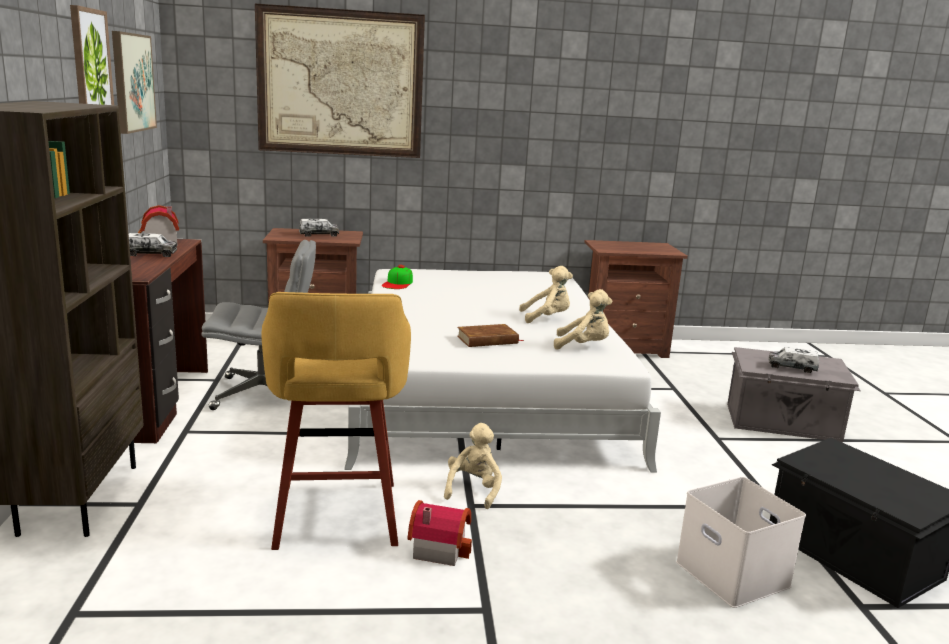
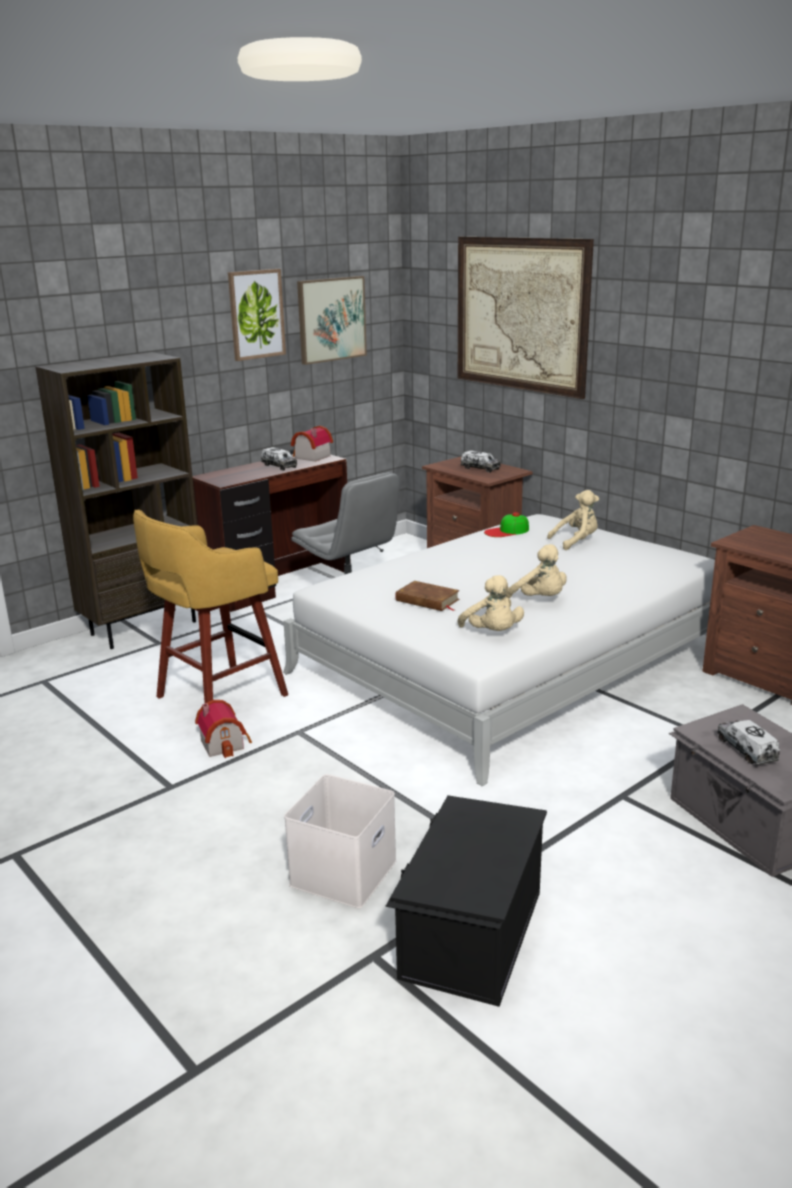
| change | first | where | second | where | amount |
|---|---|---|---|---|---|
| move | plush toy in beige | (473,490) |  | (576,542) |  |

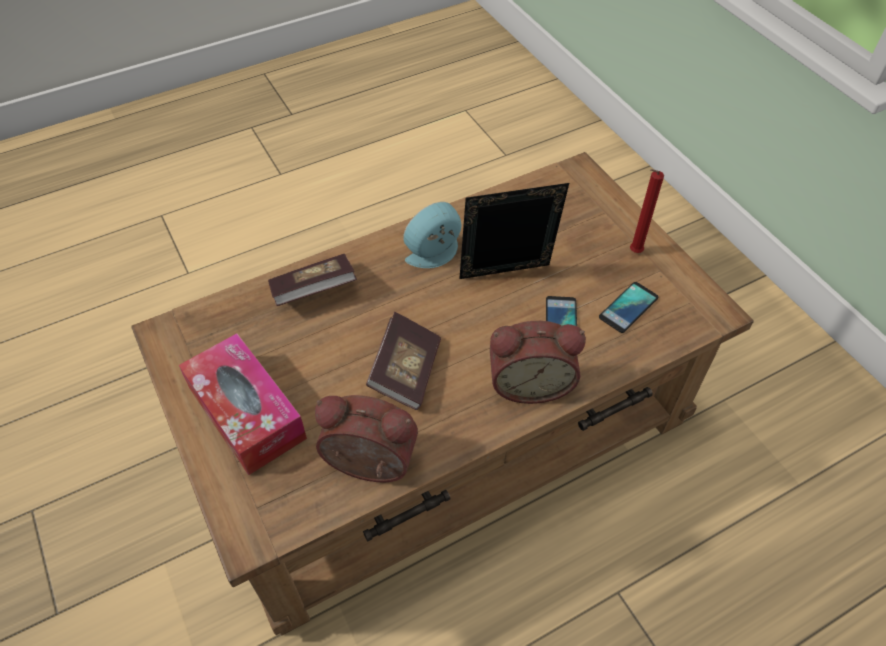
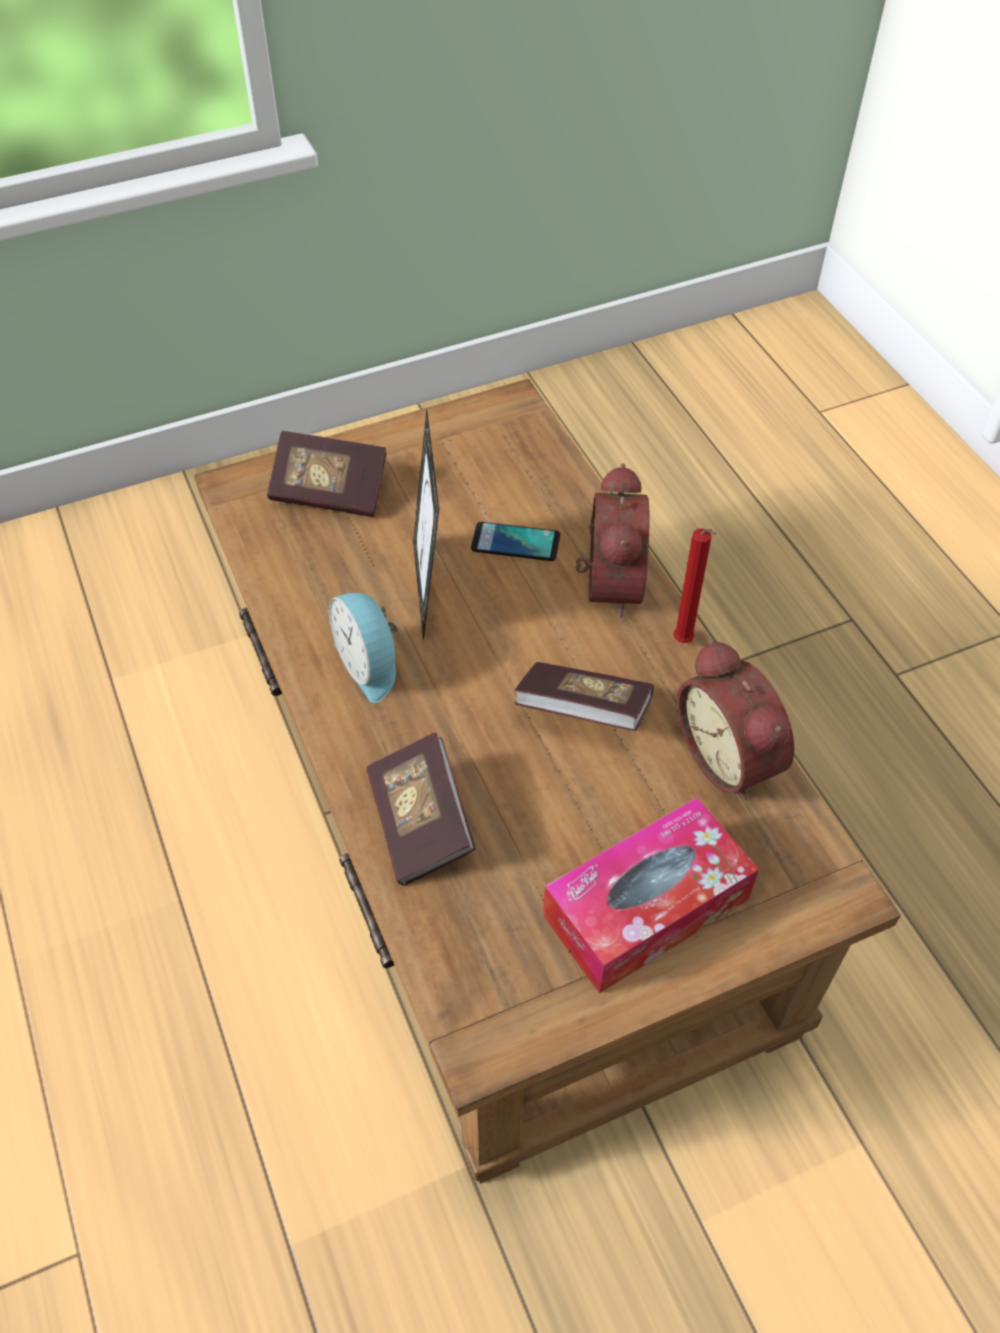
| change | first | where | second | where | amount |
|---|---|---|---|---|---|
| rotate | alarm clock | (369,467) |  | (731,757) | 45 degrees counterclockwise |
| delete | handset | (628,308) |  |  |  |
| move | wax candle in red-coloured | (633,252) |  | (684,643) |  |
| insert |  |  | volume | (329,492) |  |

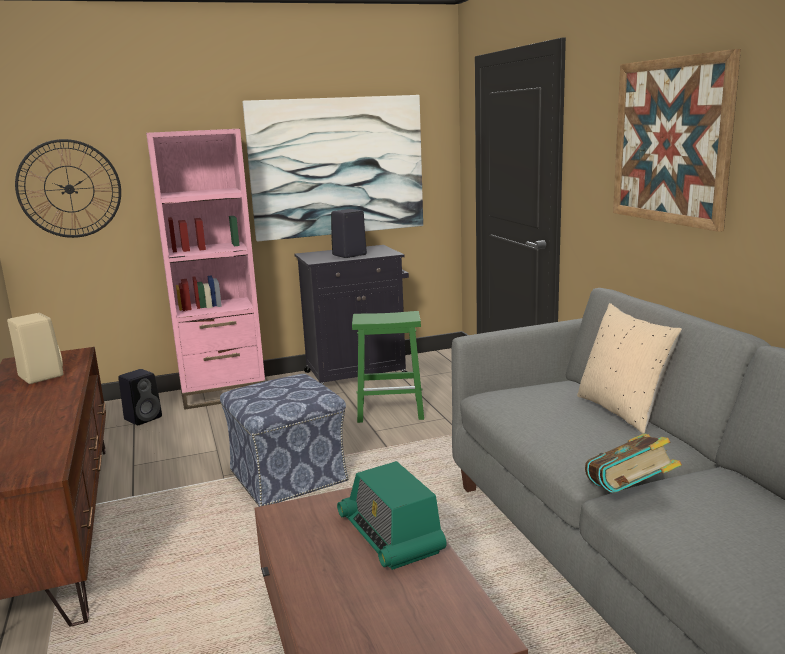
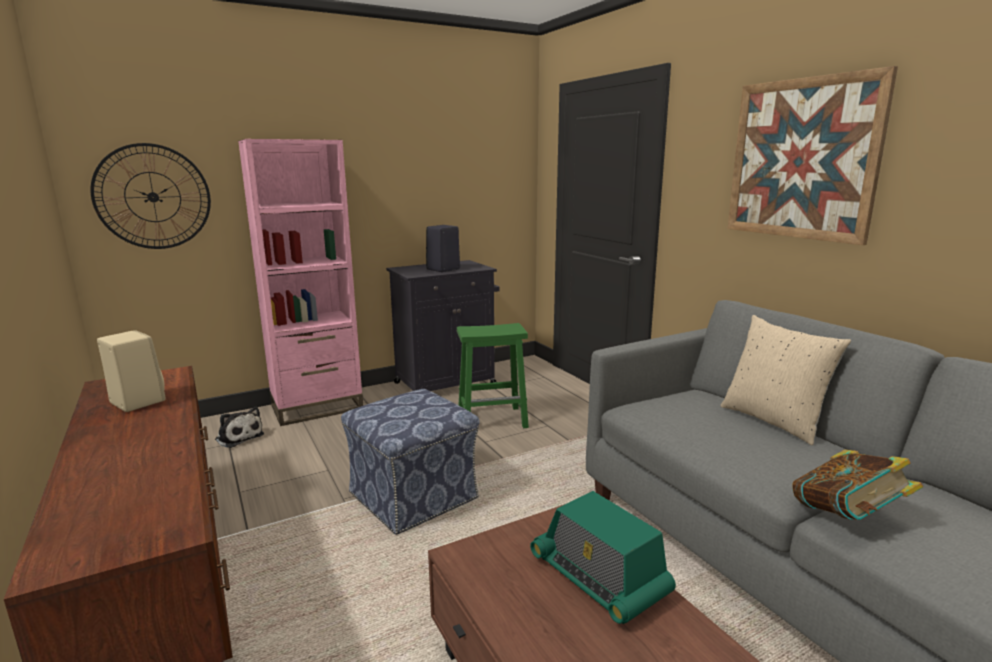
| change | first | where | second | where | amount |
|---|---|---|---|---|---|
| replace | loudspeaker in blackish | (144,418) | plush toy | (238,437) |  |
| delete | wall art | (337,167) |  |  |  |

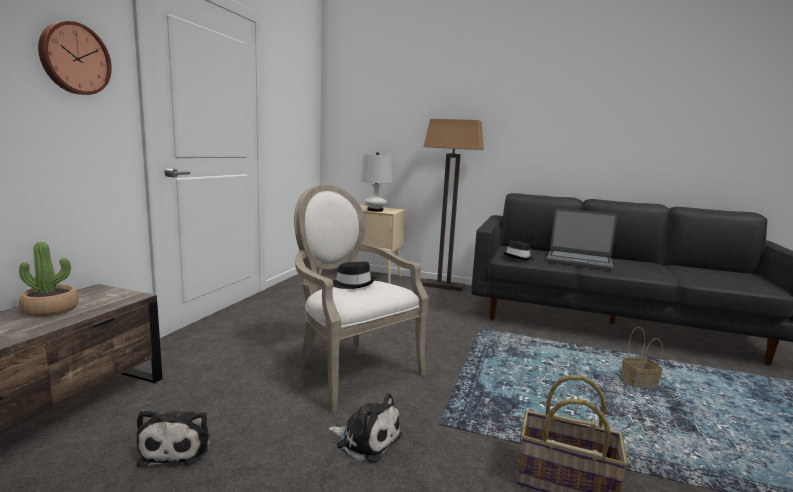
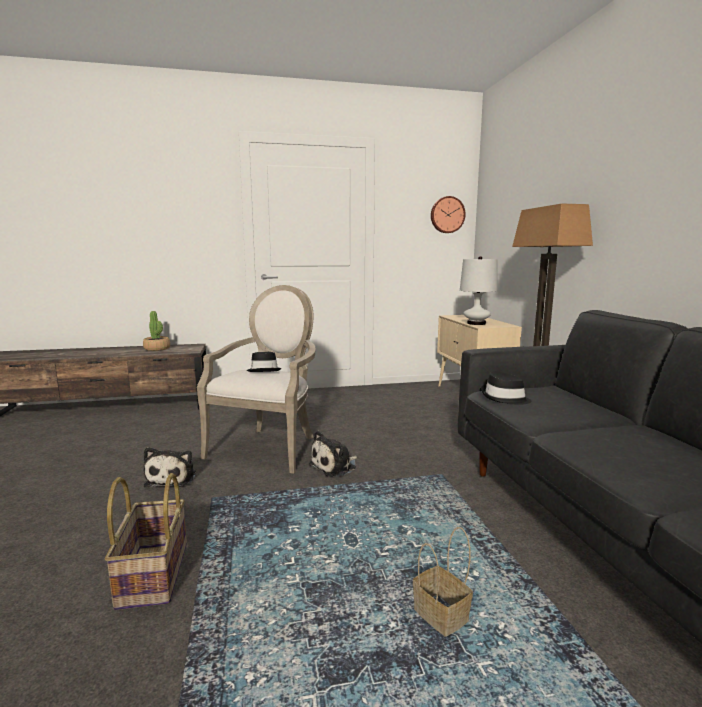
| change | first | where | second | where | amount |
|---|---|---|---|---|---|
| move | clock on the wall | (74,59) |  | (447,215) |  |
| move | plush toy | (178,447) |  | (335,466) |  |
| delete | portable computer | (578,261) |  |  |  |

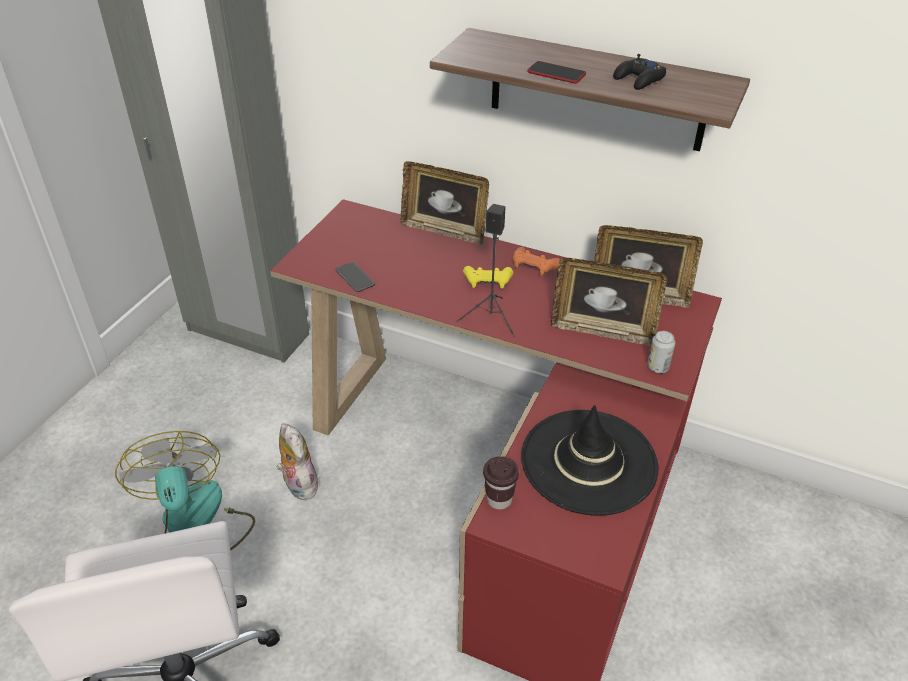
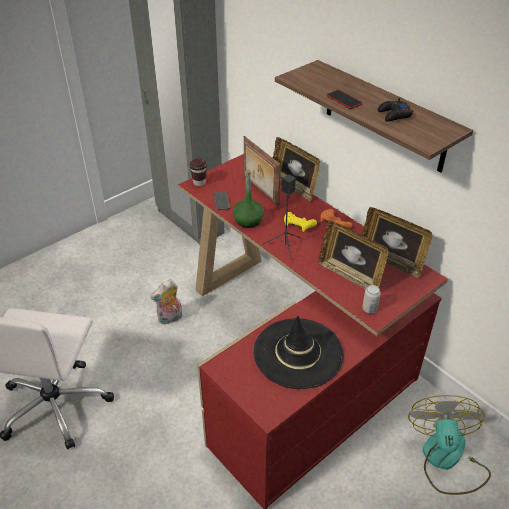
| change | first | where | second | where | amount |
|---|---|---|---|---|---|
| move | cooling fan | (196,523) |  | (446,460) |  |
| rotate | plush toy | (298,484) |  | (170,319) | 120 degrees counterclockwise |
| move | drinking cup in brown-coloured | (499,500) |  | (199,183) |  |
| insert |  |  | beverage bottle in greenish | (248,221) |  |
| insert |  |  | standing frame | (260,191) |  |

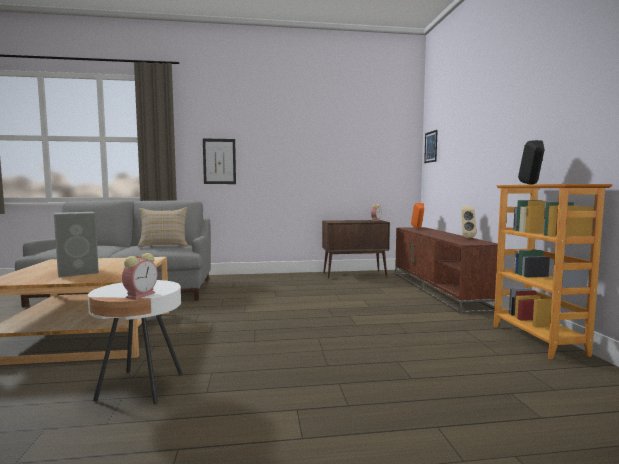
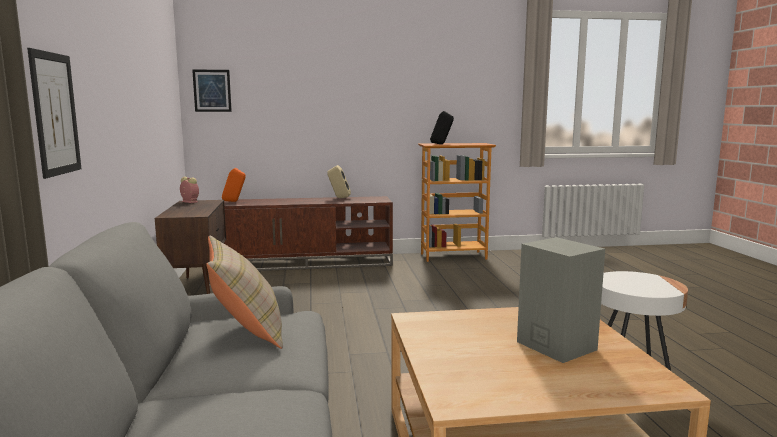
| change | first | where | second | where | amount |
|---|---|---|---|---|---|
| delete | alarm clock | (141,295) |  |  |  |

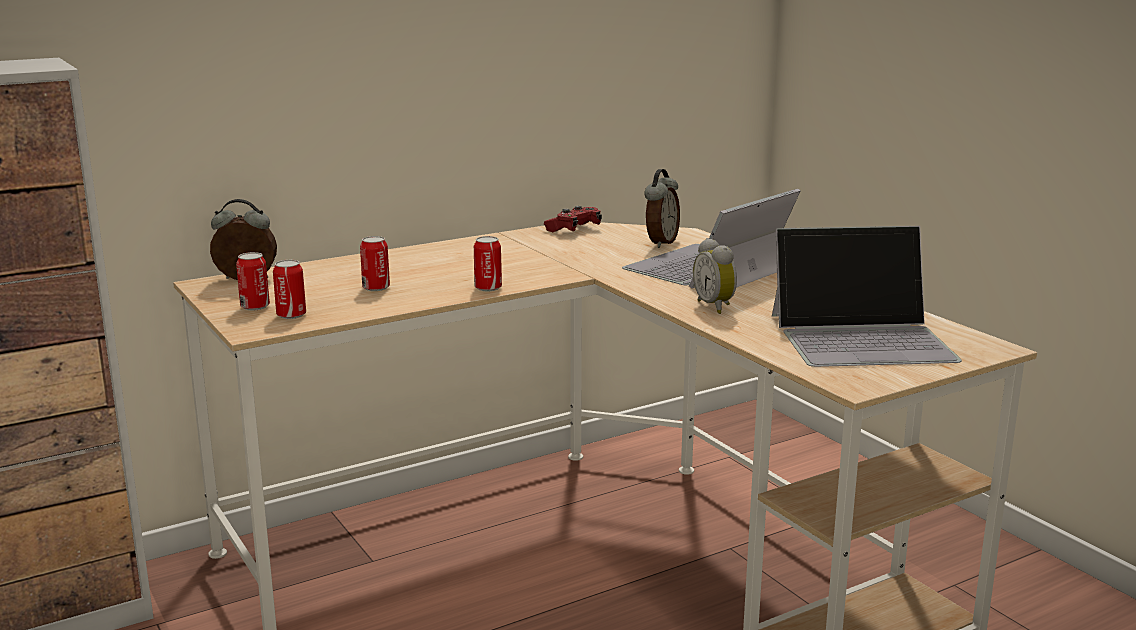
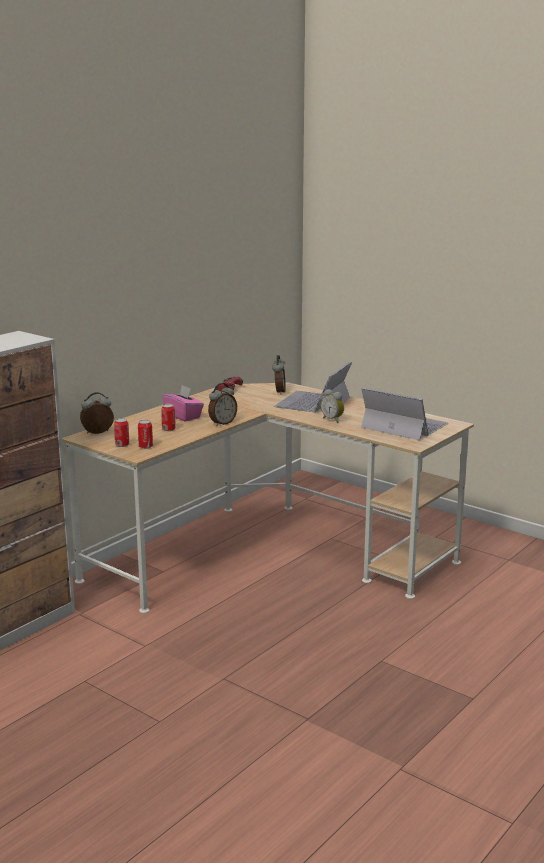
| change | first | where | second | where | amount |
|---|---|---|---|---|---|
| replace | can | (488,288) | alarm clock | (222,423) |  |
| rotate | portable computer | (862,337) |  | (403,426) | 120 degrees counterclockwise |
| insert |  |  | tissue holder in pink | (183,416) |  |

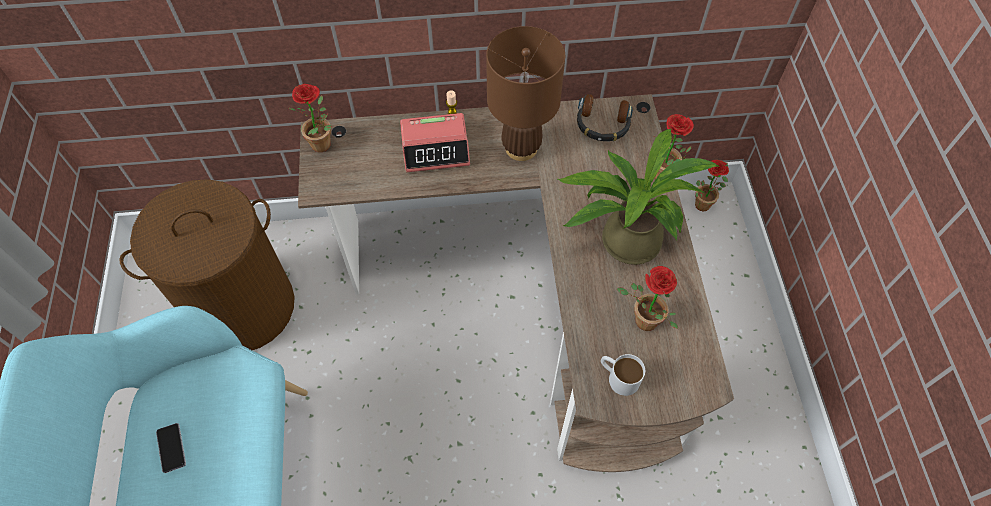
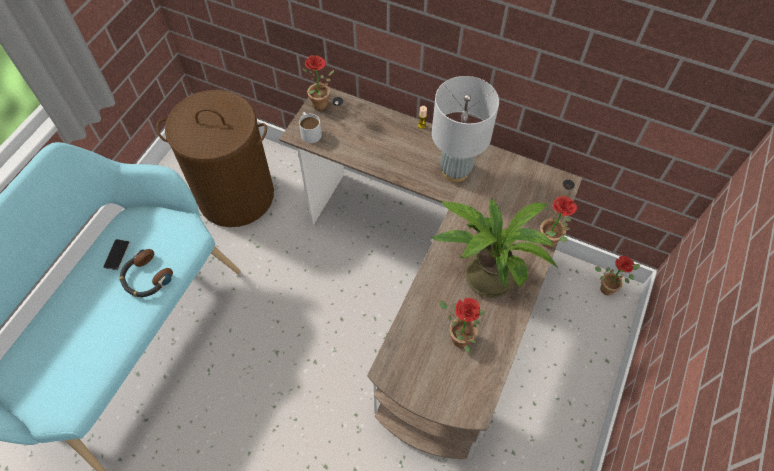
| change | first | where | second | where | amount |
|---|---|---|---|---|---|
| delete | alarm clock | (436,149) |  |  |  |
| recolor | tabletop lamp in brown-coloured | (521,147) | tabletop lamp in greyish | (455,171) |  |
| move | headset | (602,124) |  | (146,278) |  |
| move | tea mug in whitish | (618,376) |  | (309,131) |  |

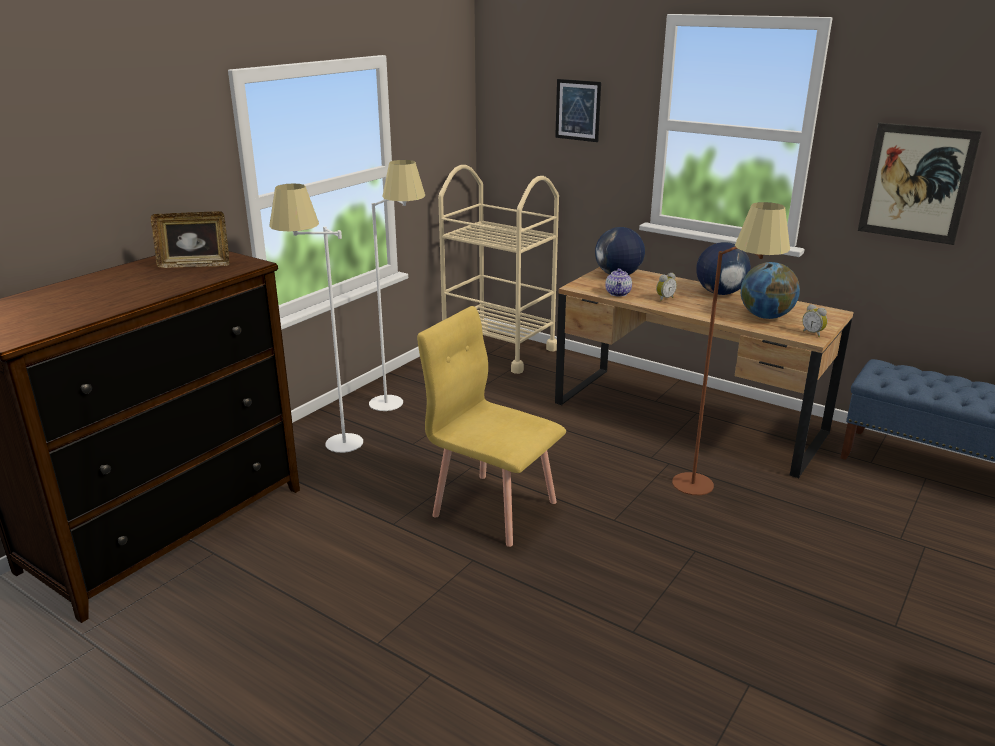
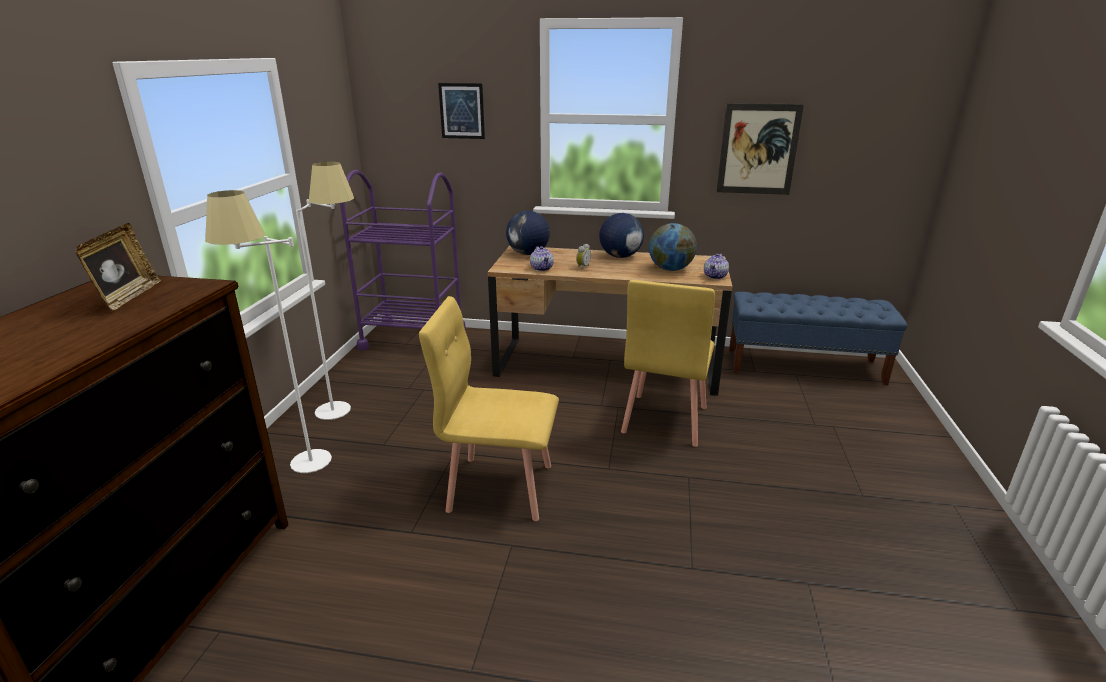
| change | first | where | second | where | amount |
|---|---|---|---|---|---|
| rotate | standing frame | (195,265) |  | (128,297) | 60 degrees counterclockwise |
| recolor | wheeled cart in beige | (498,349) | wheeled cart in purple | (413,339) |  |
| replace | standing lamp in brown-coloured | (711,488) | plain chair in yellow-coloured | (664,420) |  |
| replace | alarm clock | (813,333) | tea pot | (715,276) |  |

